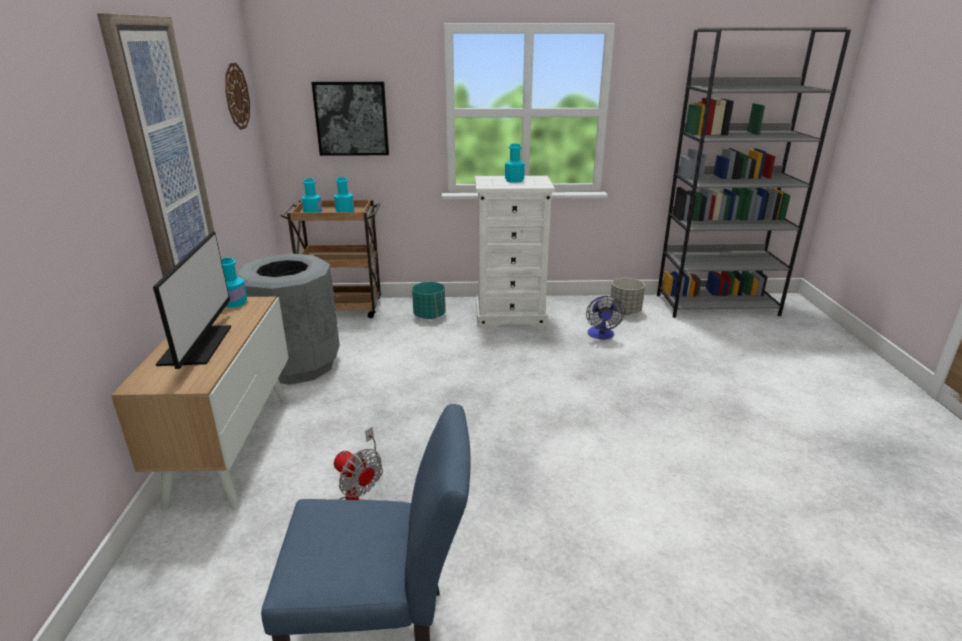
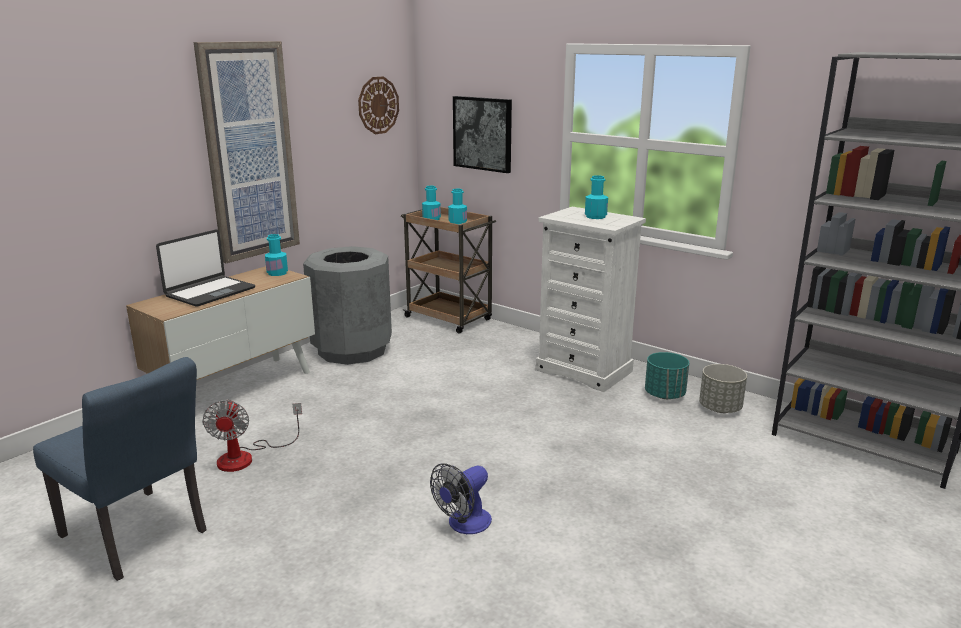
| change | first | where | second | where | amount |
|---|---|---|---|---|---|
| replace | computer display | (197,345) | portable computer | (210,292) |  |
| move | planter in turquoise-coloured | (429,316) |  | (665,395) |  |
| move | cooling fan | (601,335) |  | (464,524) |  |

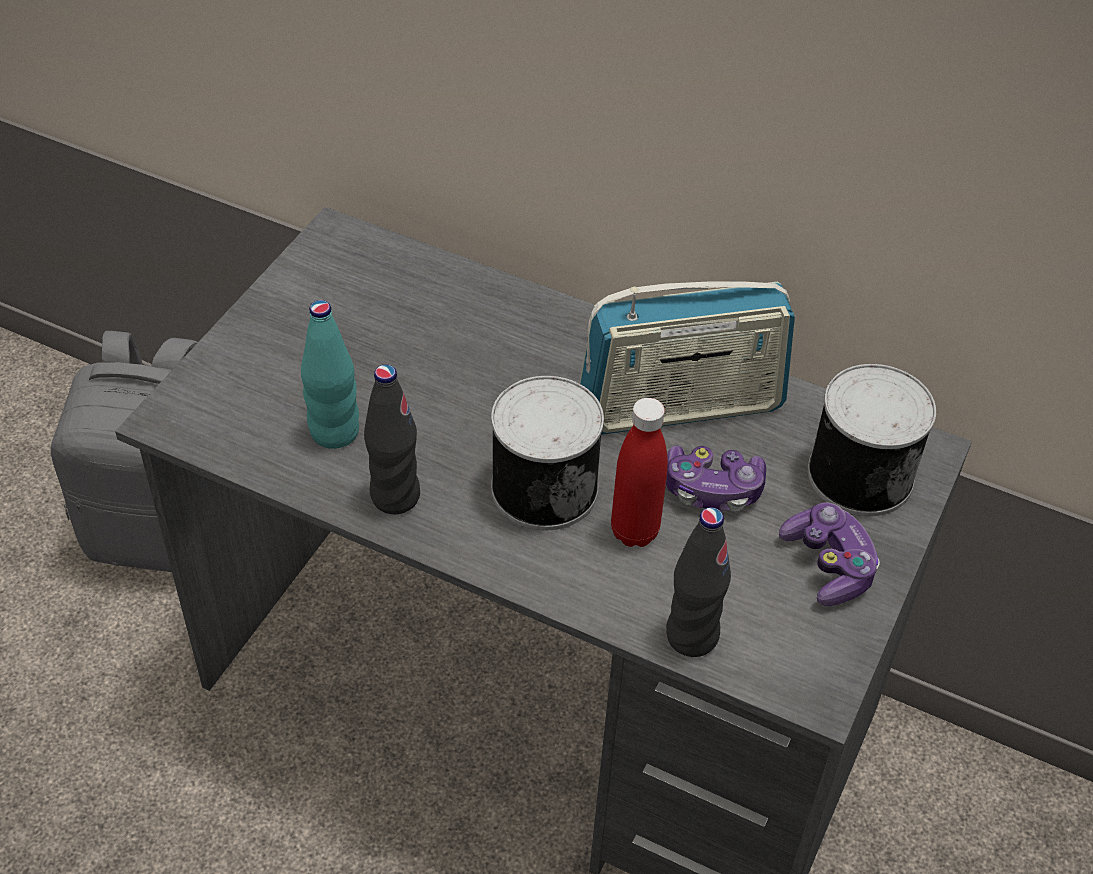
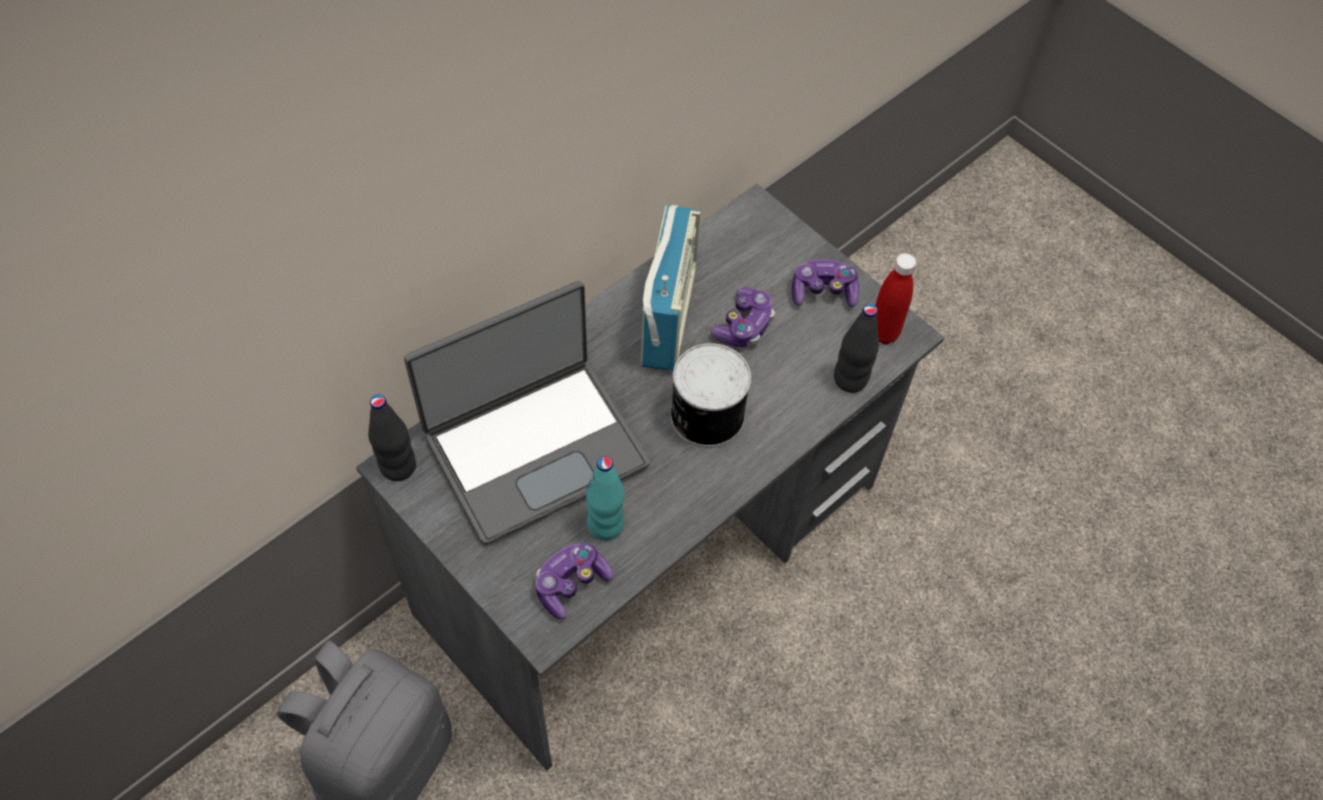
| change | first | where | second | where | amount |
|---|---|---|---|---|---|
| move | beverage bottle in blackish | (395,496) |  | (398,467) |  |
| move | beverage bottle in red-coloured | (634,531) |  | (883,333) |  |
| delete | can | (858,473) |  |  |  |
| insert |  |  | portable computer | (534,448) |  |
| insert |  |  | joypad | (571,584) |  |

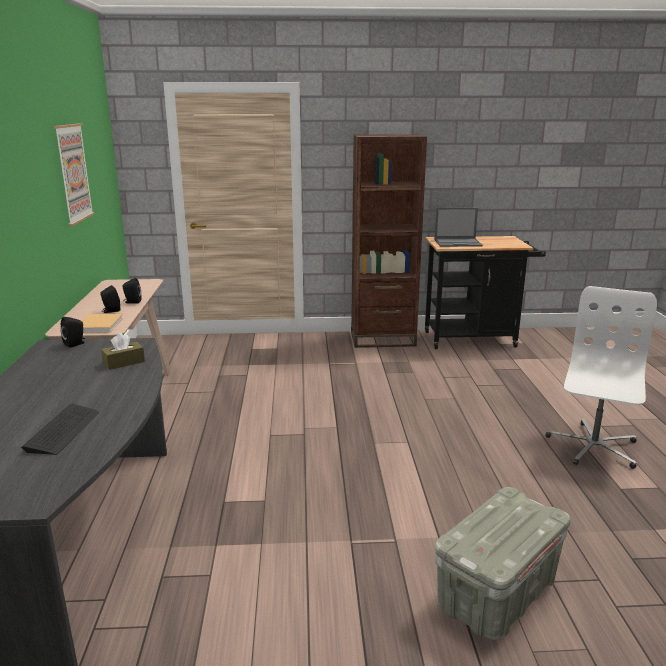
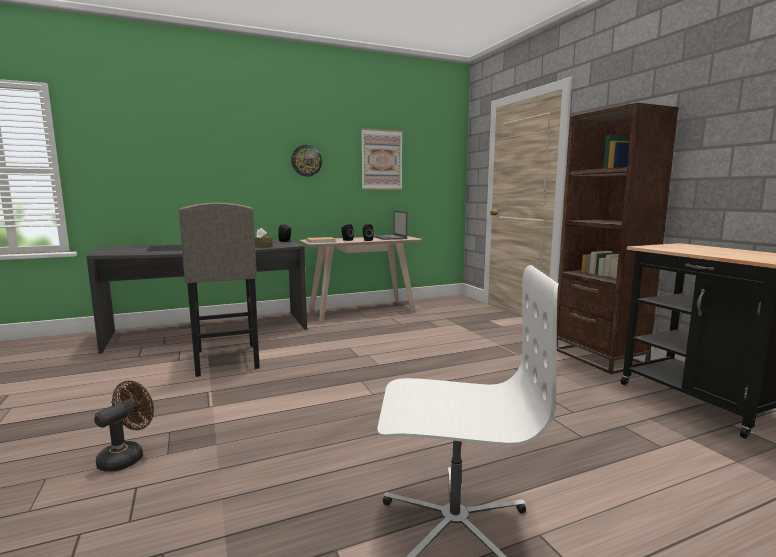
| change | first | where | second | where | amount |
|---|---|---|---|---|---|
| move | portable computer | (458,243) |  | (389,237) |  |
| replace | storage container in greyish | (497,594) | cooling fan in brown-coloured | (127,457) |  |
| insert |  |  | sitting stool in greyish | (226,360) |  |
| insert |  |  | clock on the wall | (306,160) |  |

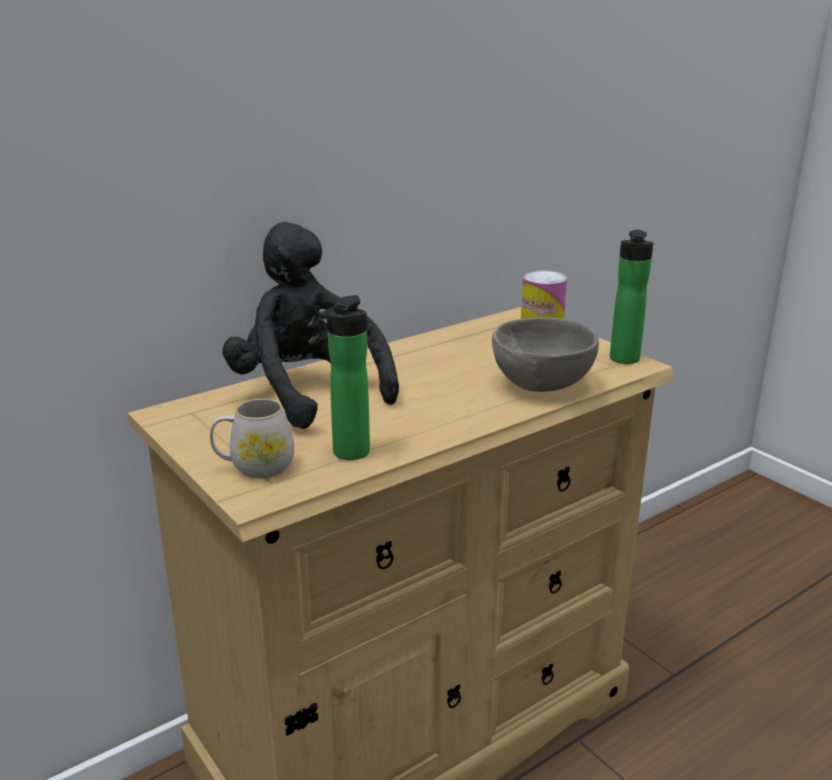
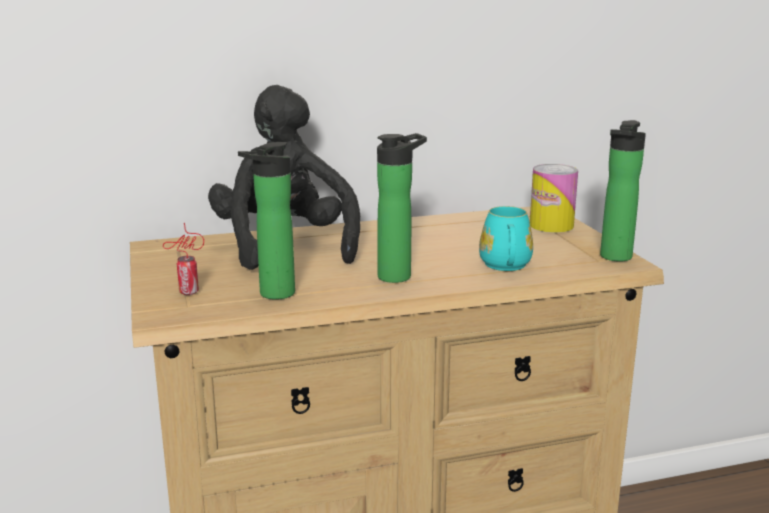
| change | first | where | second | where | amount |
|---|---|---|---|---|---|
| replace | tea mug in whitish | (254,467) | can | (186,292) |  |
| replace | deep dish in greyish | (540,384) | tea mug in turquoise-coloured | (506,266) |  |
| insert |  |  | beverage bottle | (399,276) |  |

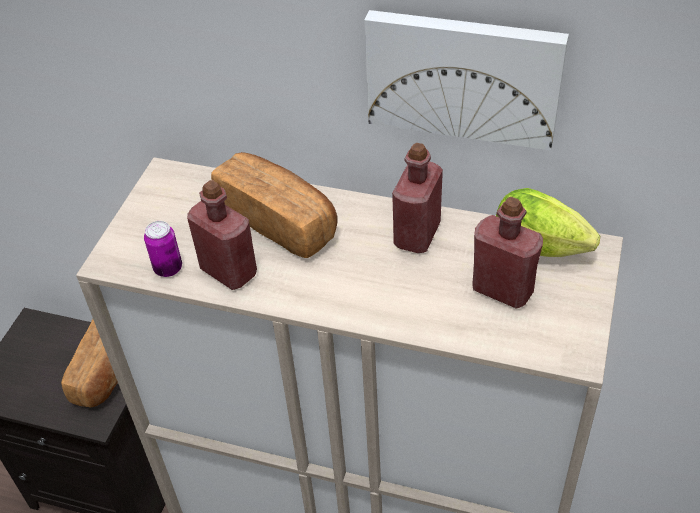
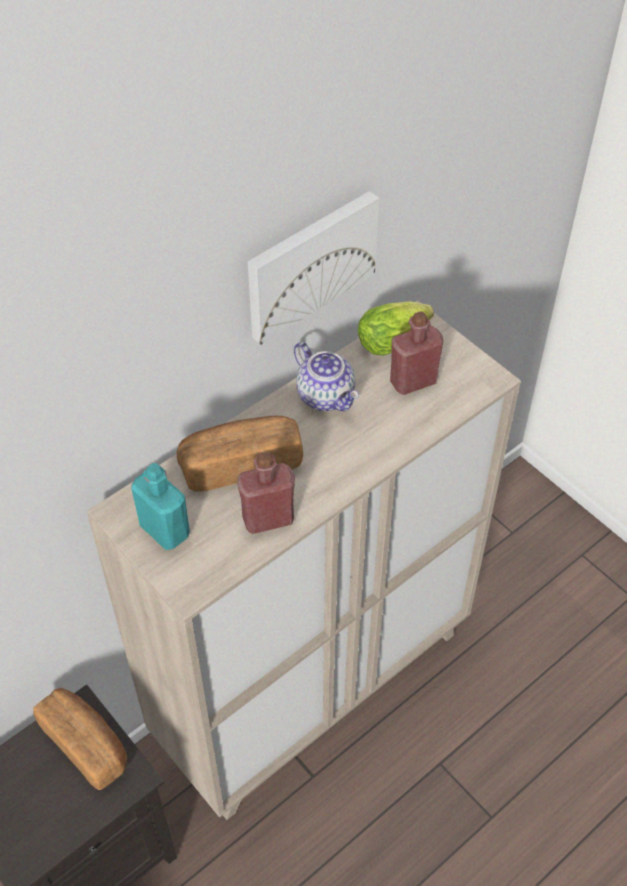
| change | first | where | second | where | amount |
|---|---|---|---|---|---|
| delete | can | (168,268) |  |  |  |
| replace | beverage bottle in red-coloured | (417,235) | tea pot | (326,396) |  |
| insert |  |  | beverage bottle in turquoise-coloured | (165,530) |  |

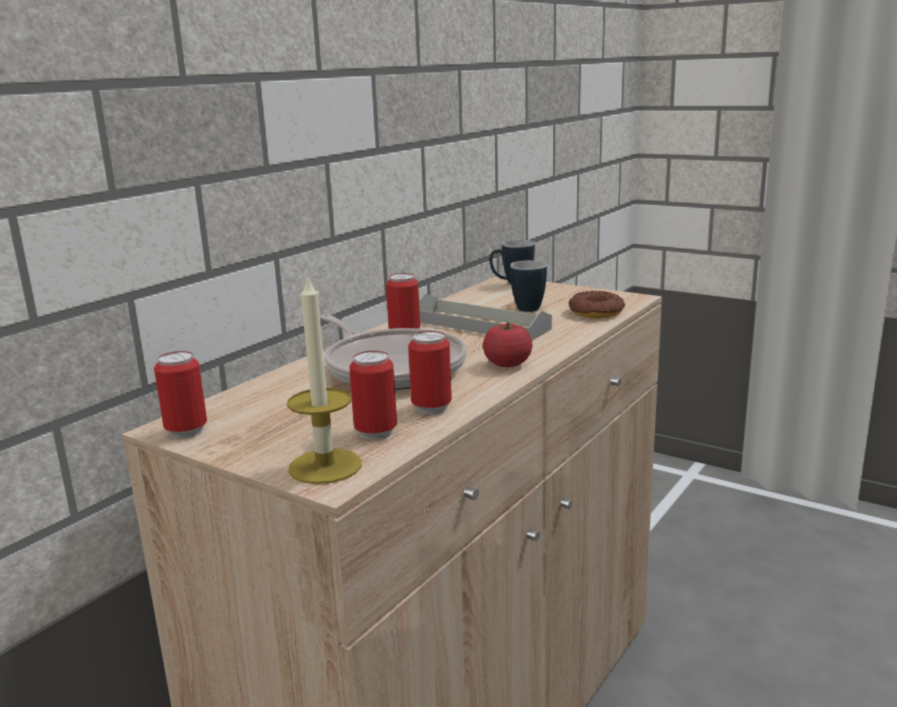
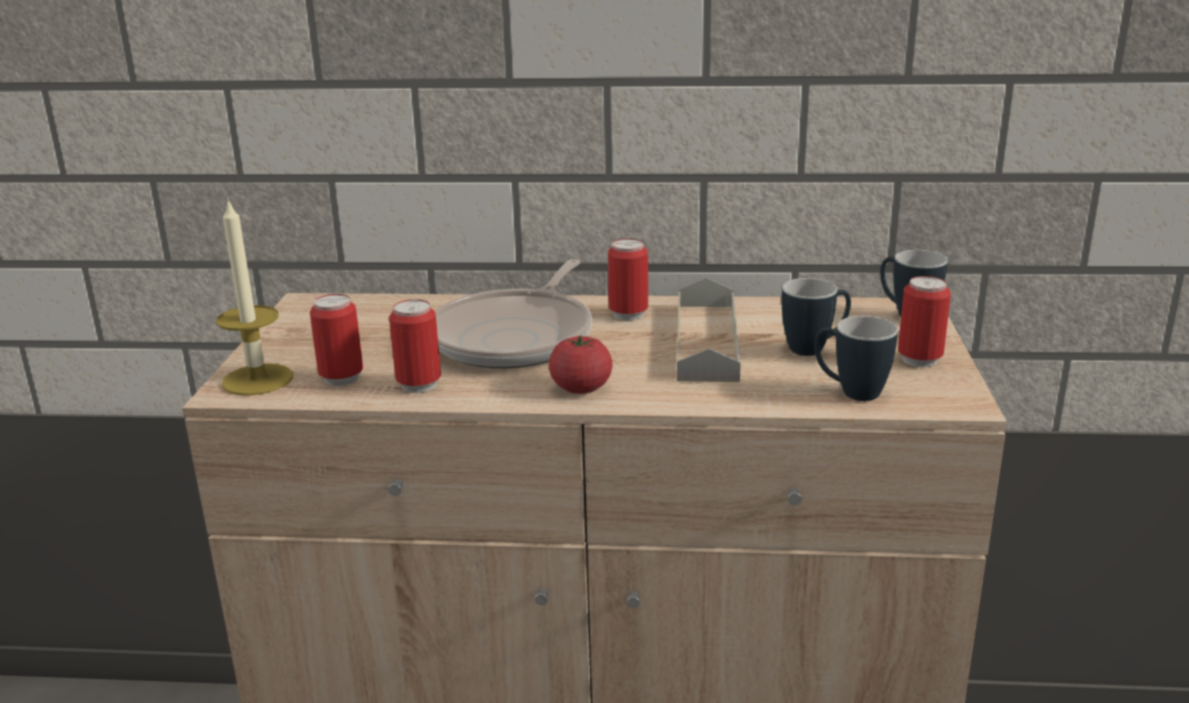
| change | first | where | second | where | amount |
|---|---|---|---|---|---|
| move | can | (186,431) |  | (919,360) |  |
| replace | donut | (595,312) | tea mug | (850,392) |  |

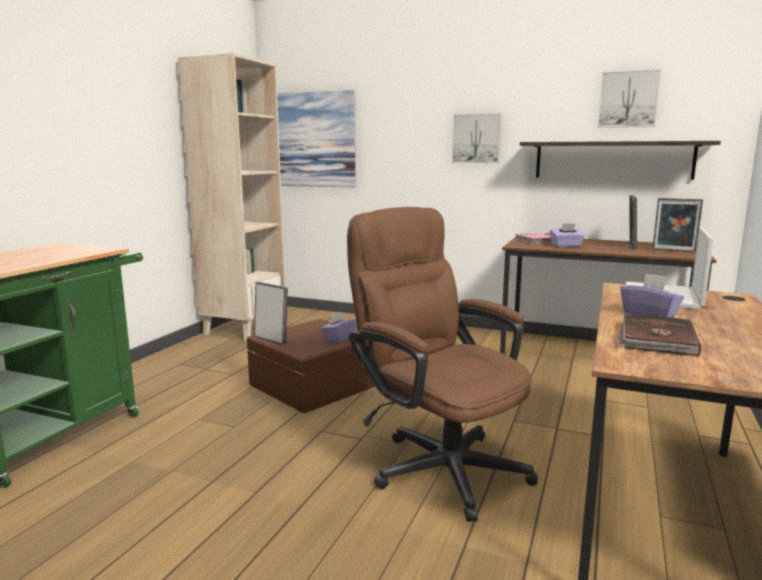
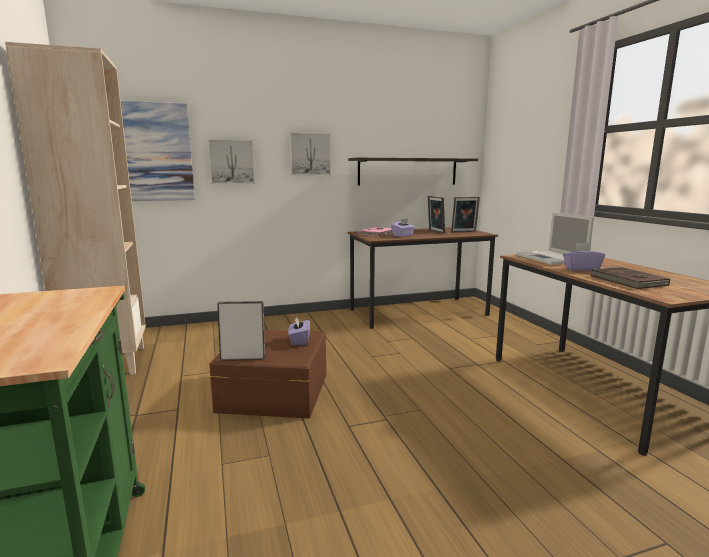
| change | first | where | second | where | amount |
|---|---|---|---|---|---|
| delete | office chair in brown-coloured | (438,464) |  |  |  |
| move | wall art | (628,99) |  | (231,162) |  |

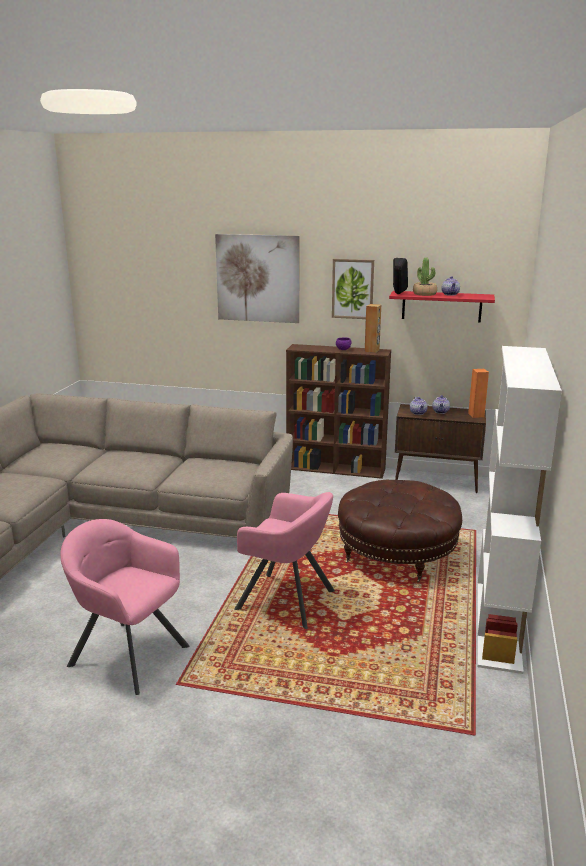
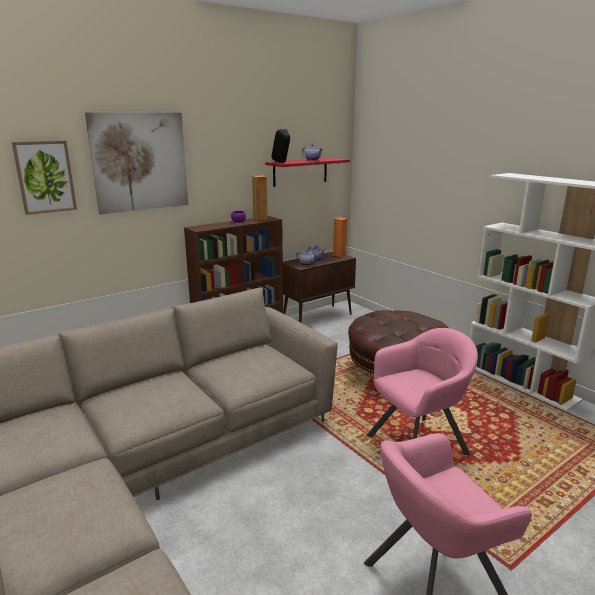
| change | first | where | second | where | amount |
|---|---|---|---|---|---|
| move | wall art | (352,289) |  | (45,177) |  |
| delete | plant in a pot | (424,294) |  |  |  |

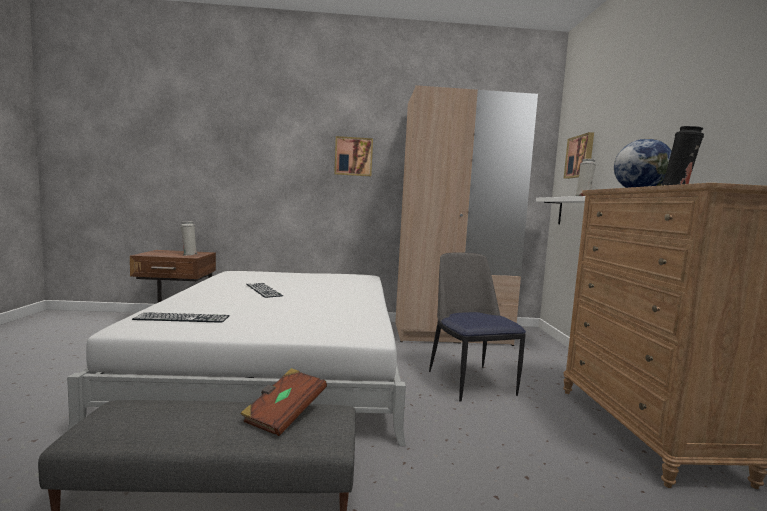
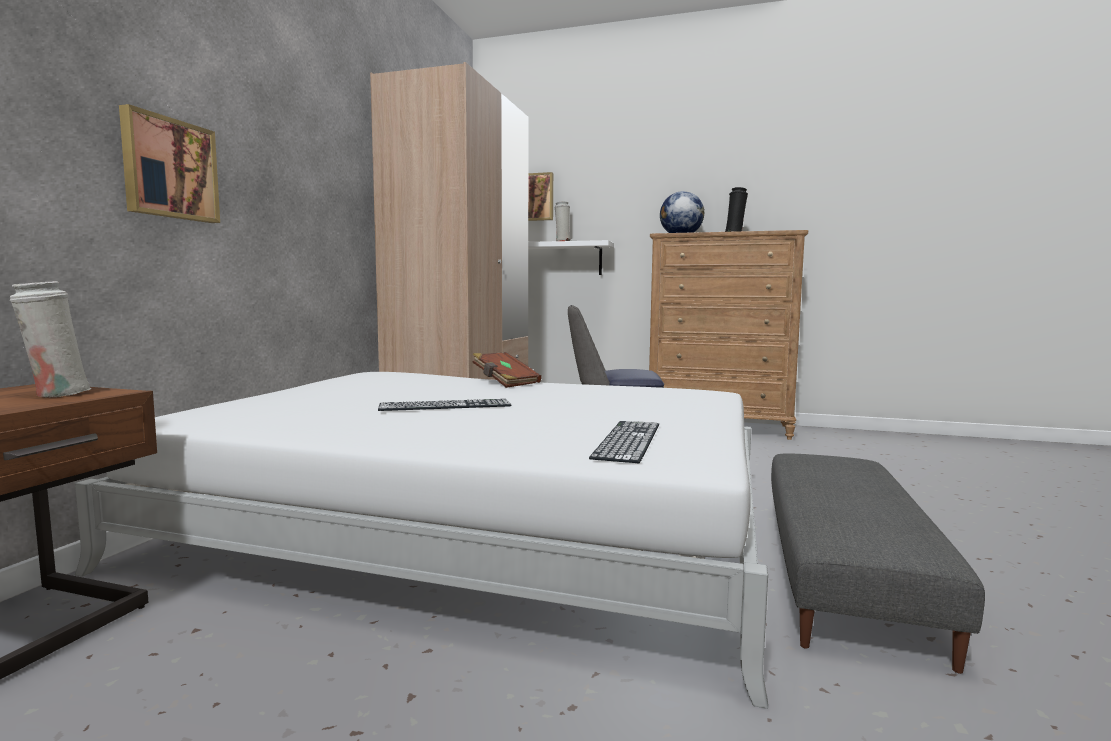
| change | first | where | second | where | amount |
|---|---|---|---|---|---|
| move | volume in brown-coloured | (284,414) |  | (505,382) |  |
| move | wall art | (353,156) |  | (169,169) |  |

